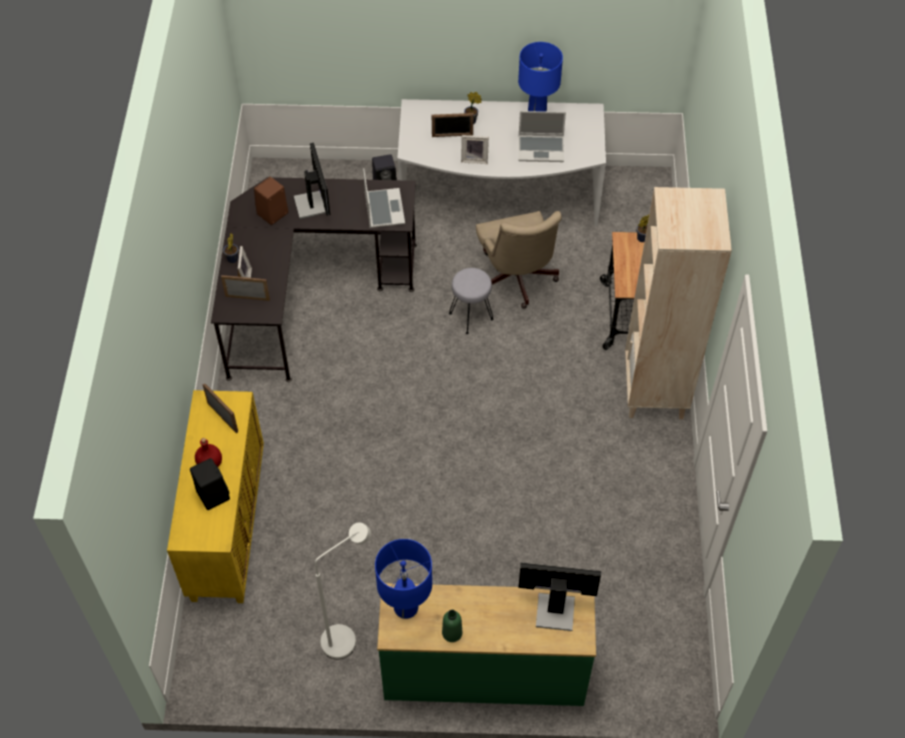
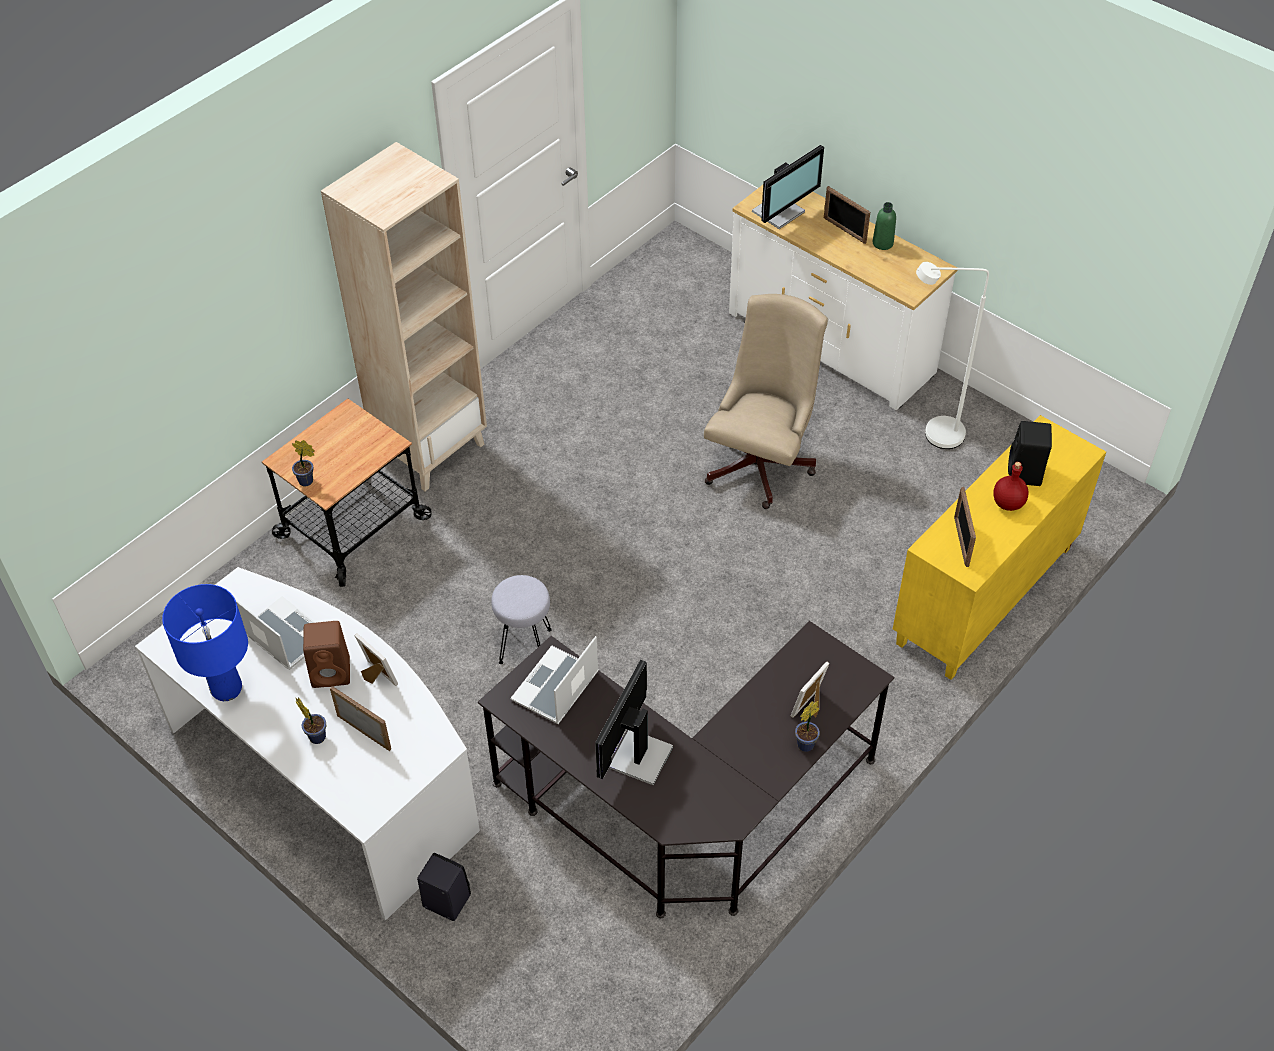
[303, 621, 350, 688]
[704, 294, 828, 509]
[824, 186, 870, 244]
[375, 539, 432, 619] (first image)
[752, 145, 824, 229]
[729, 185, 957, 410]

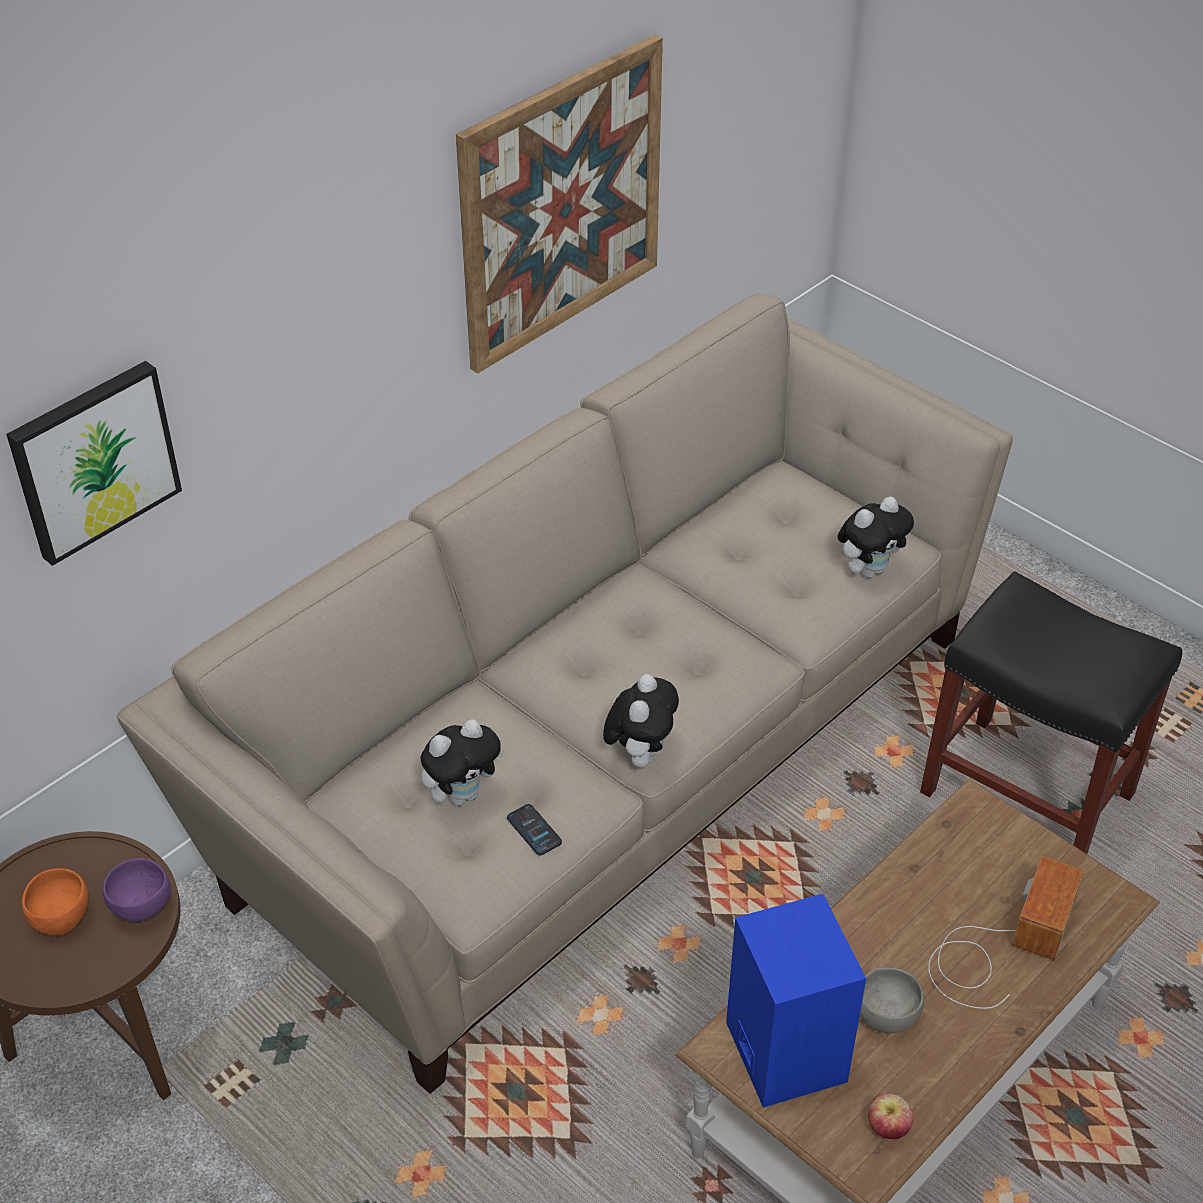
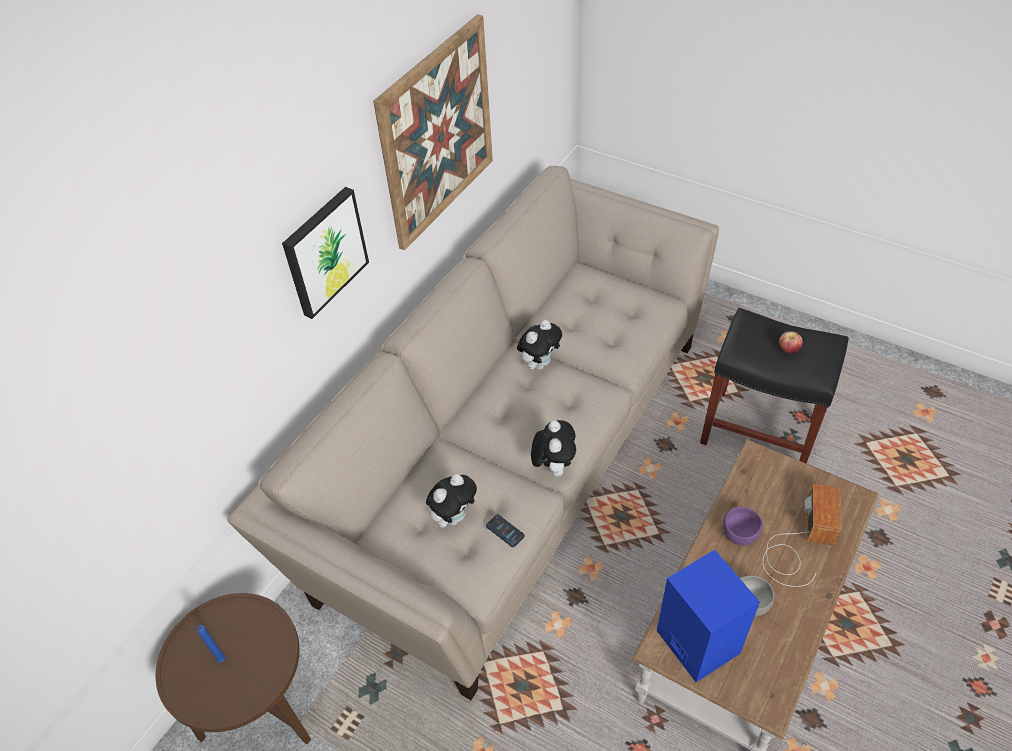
[282, 187, 369, 319]
[517, 320, 562, 370]
[723, 507, 763, 545]
[196, 625, 225, 662]
[779, 331, 803, 353]

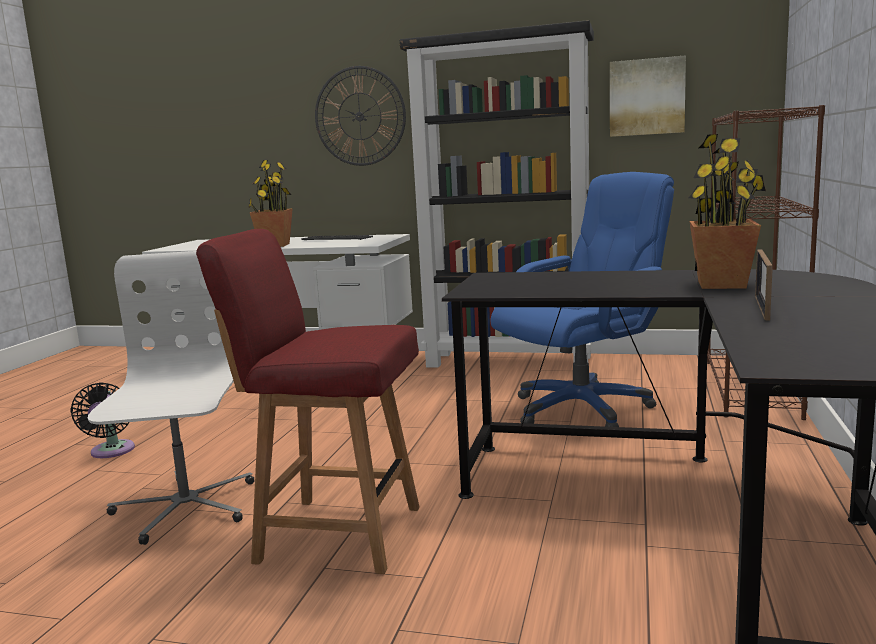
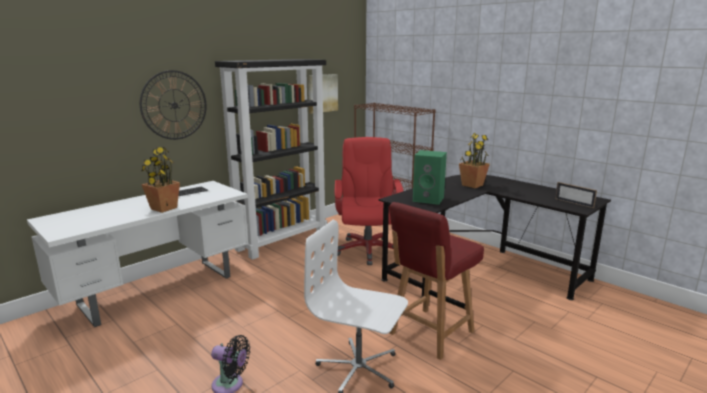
[335, 137, 403, 265]
[555, 182, 597, 208]
[413, 150, 447, 205]

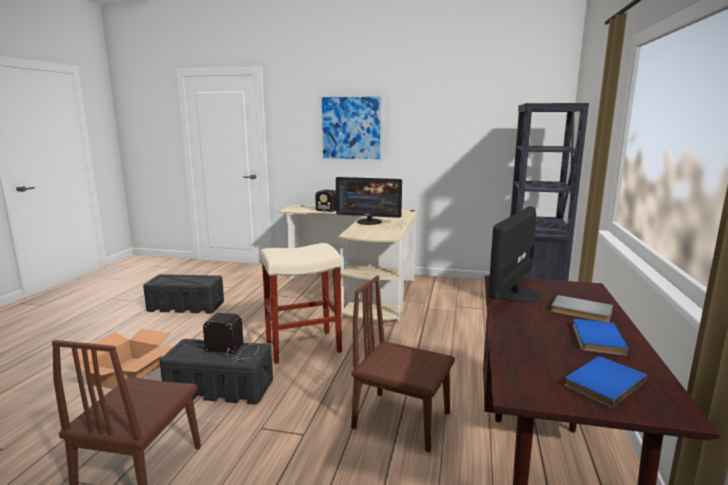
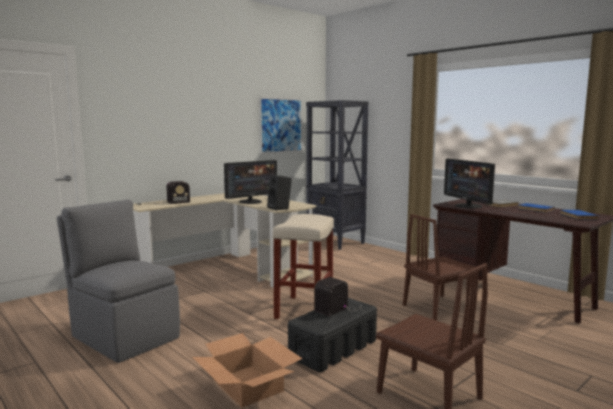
[259, 96, 302, 154]
[57, 200, 180, 363]
[267, 175, 292, 210]

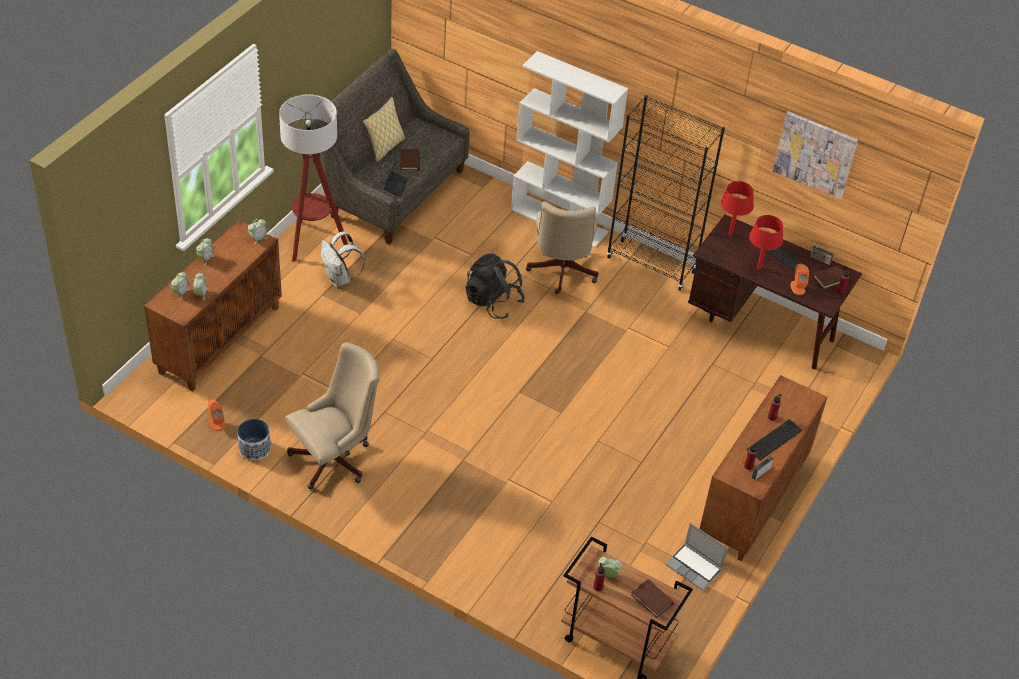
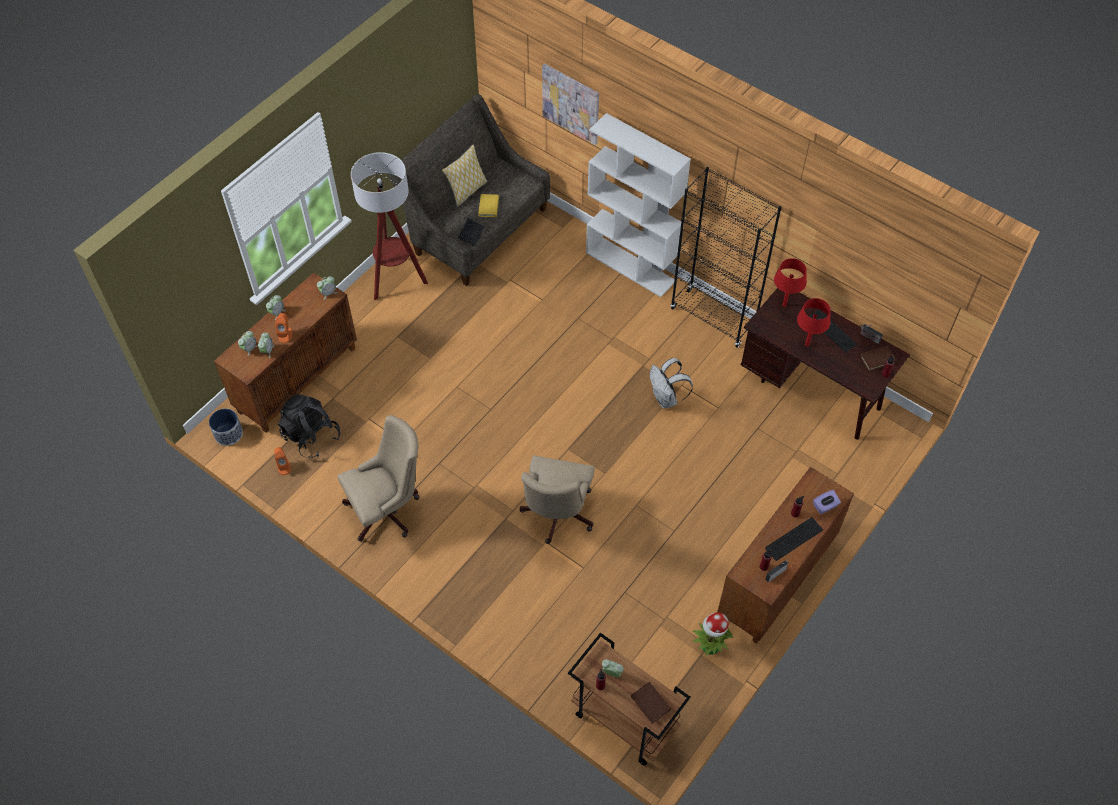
[542, 64, 599, 145]
[478, 194, 499, 217]
[519, 455, 594, 544]
[650, 358, 693, 409]
[278, 394, 340, 458]
[275, 313, 292, 343]
[209, 409, 243, 446]
[692, 612, 733, 657]
[813, 490, 841, 514]

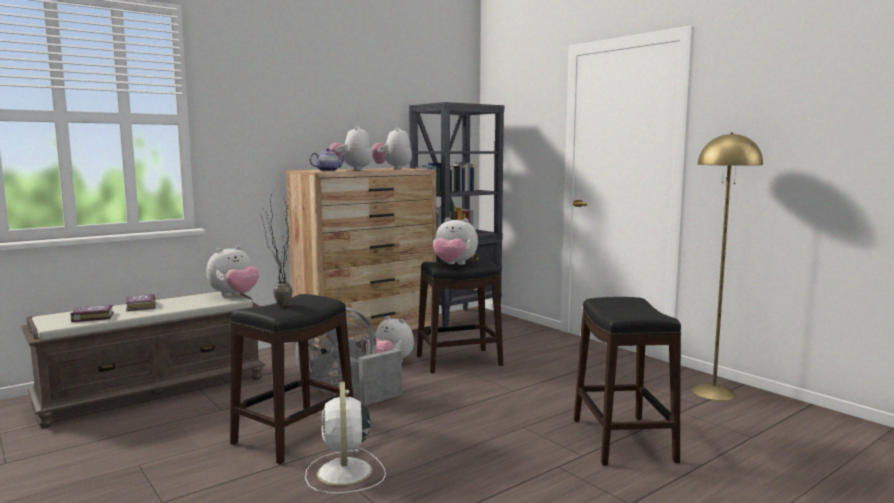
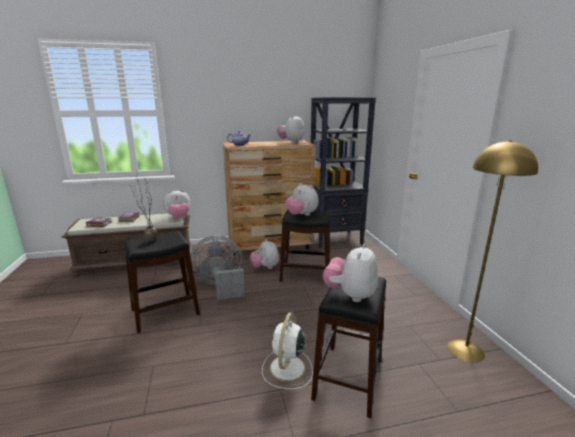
[322, 244, 378, 302]
[262, 312, 313, 389]

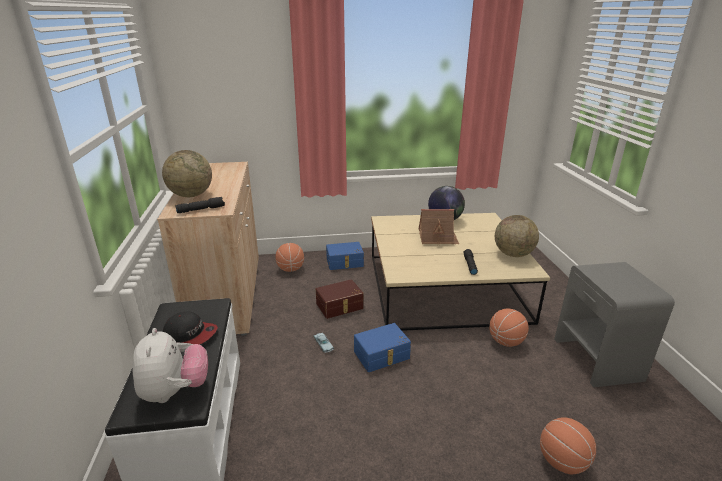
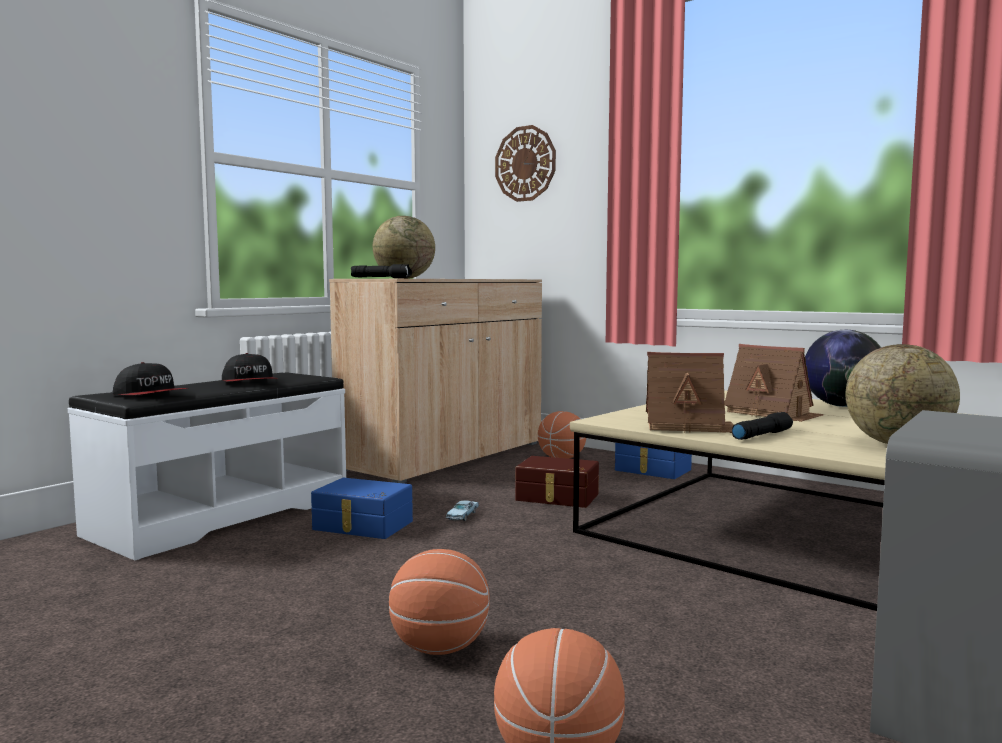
[389, 549, 490, 655]
[311, 478, 413, 539]
[113, 362, 189, 395]
[495, 125, 556, 202]
[646, 352, 734, 433]

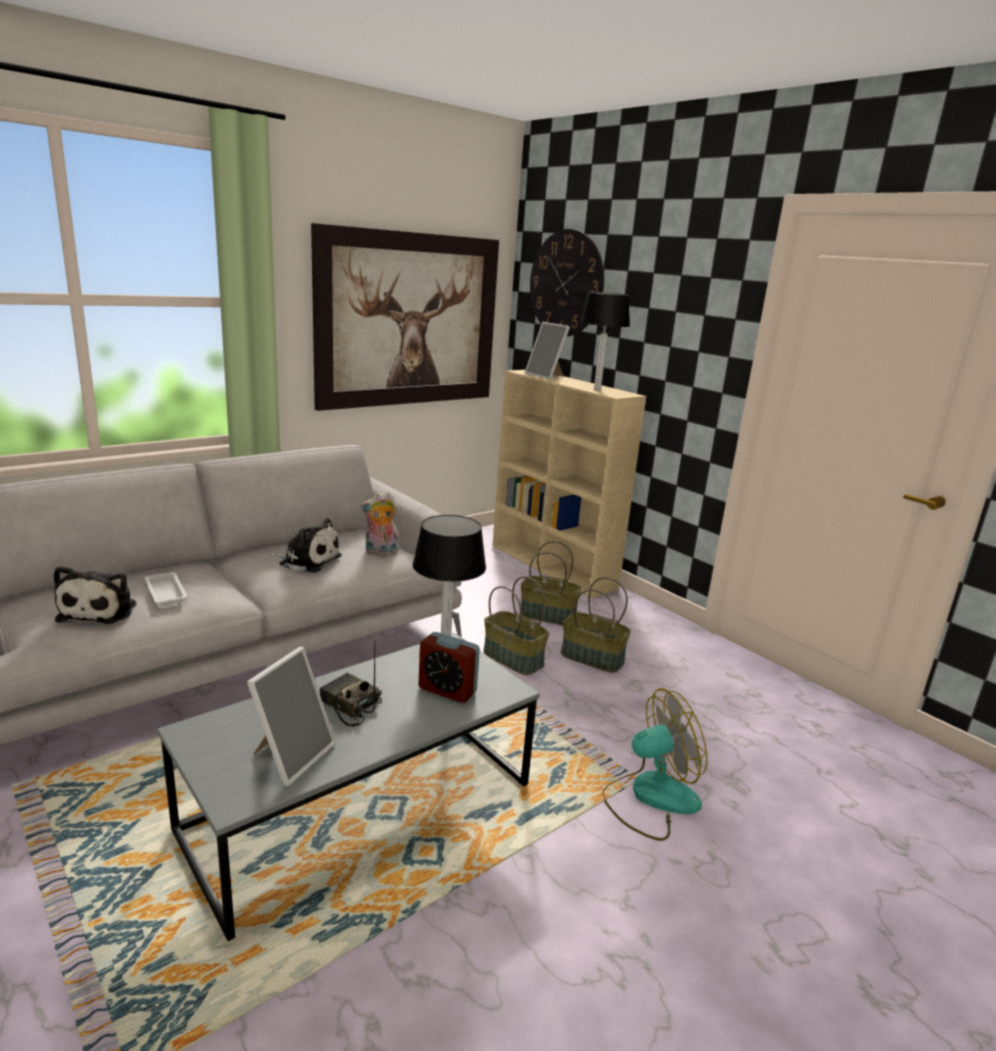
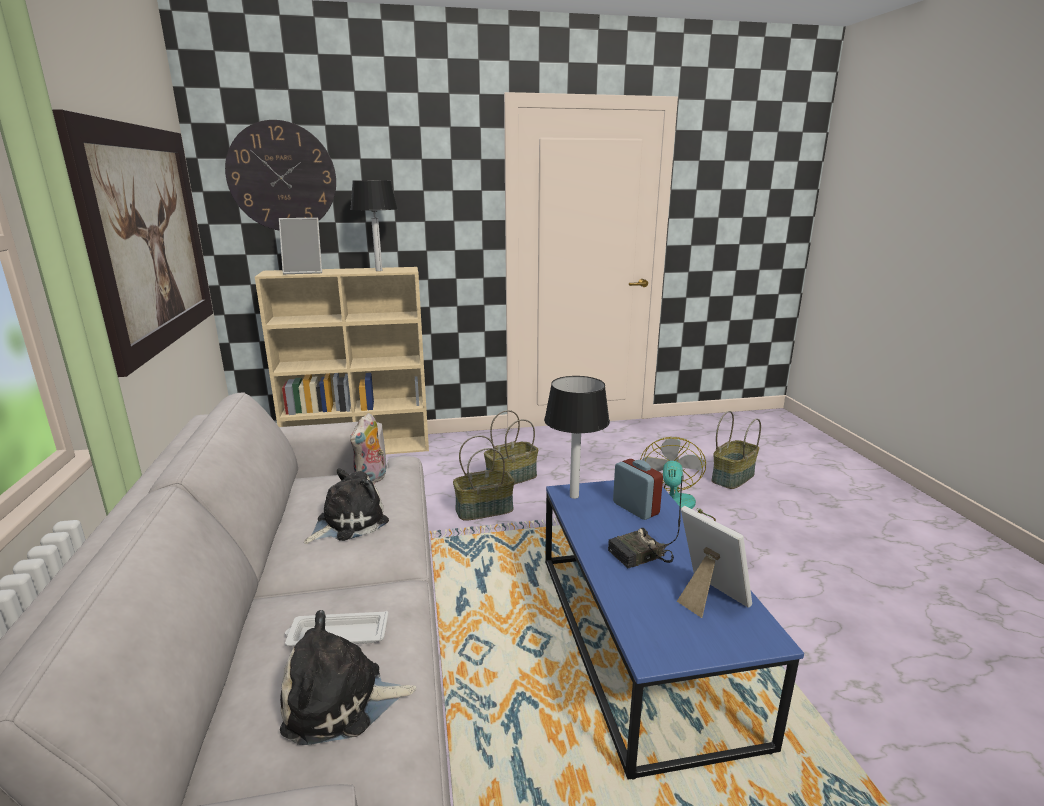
[711, 411, 761, 489]
[280, 610, 416, 745]
[613, 459, 663, 520]
[545, 480, 804, 780]

